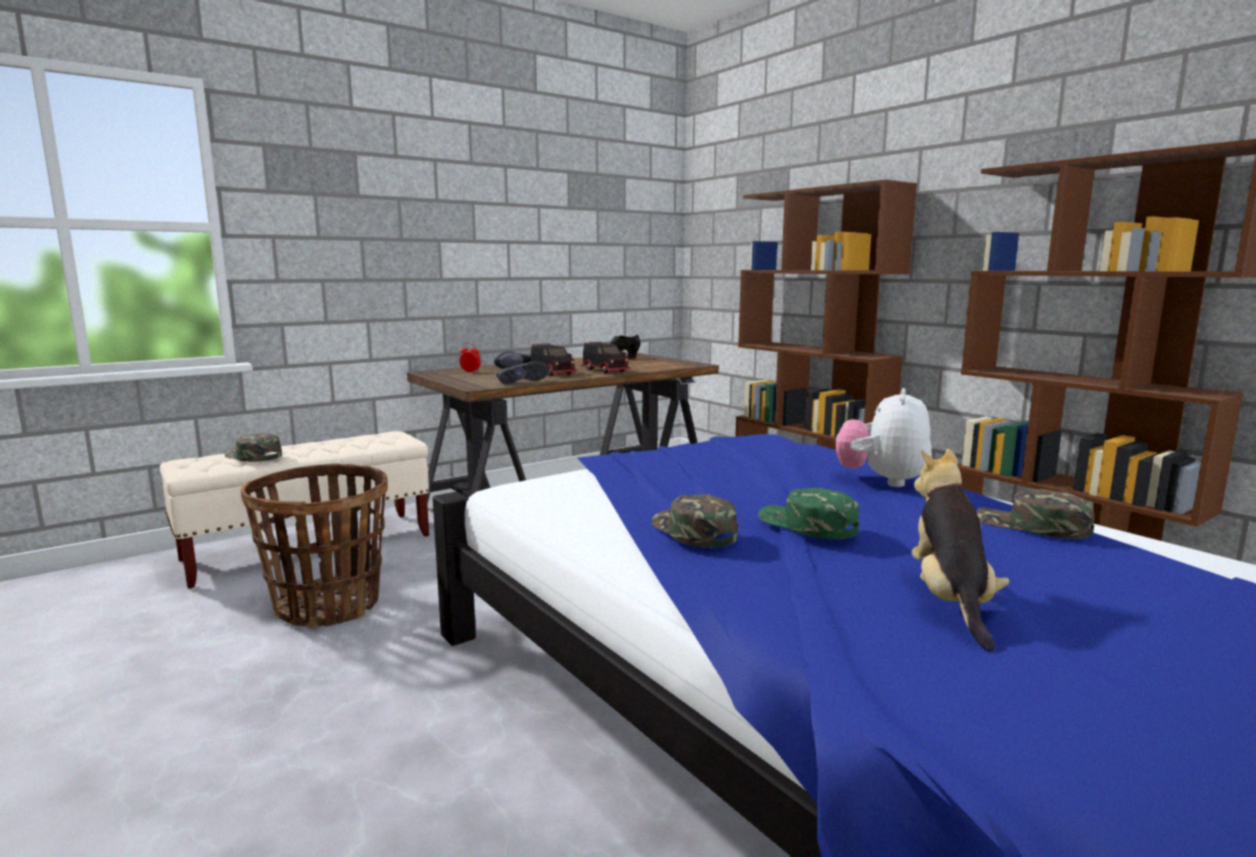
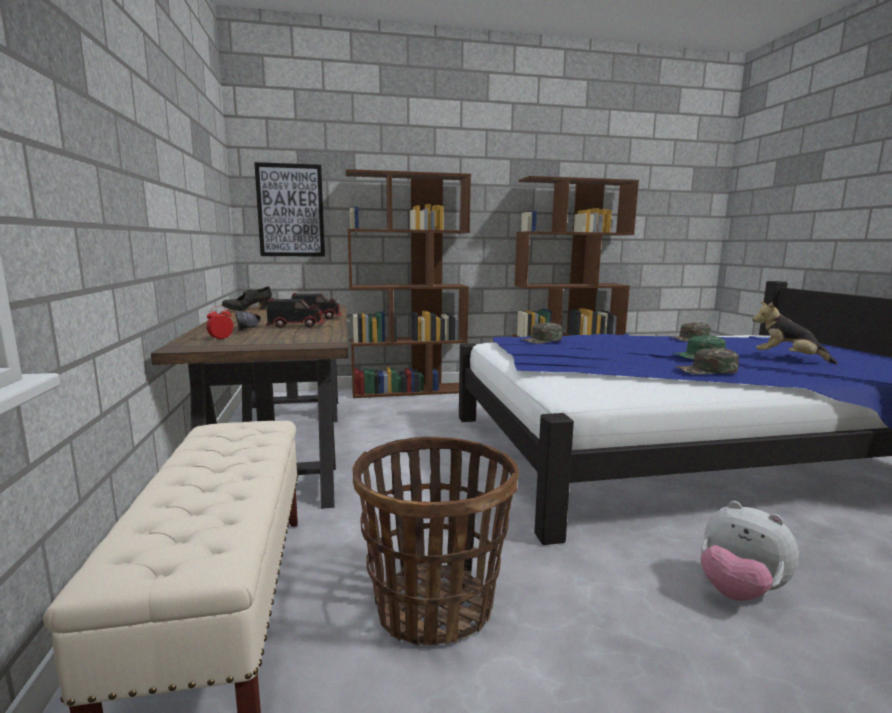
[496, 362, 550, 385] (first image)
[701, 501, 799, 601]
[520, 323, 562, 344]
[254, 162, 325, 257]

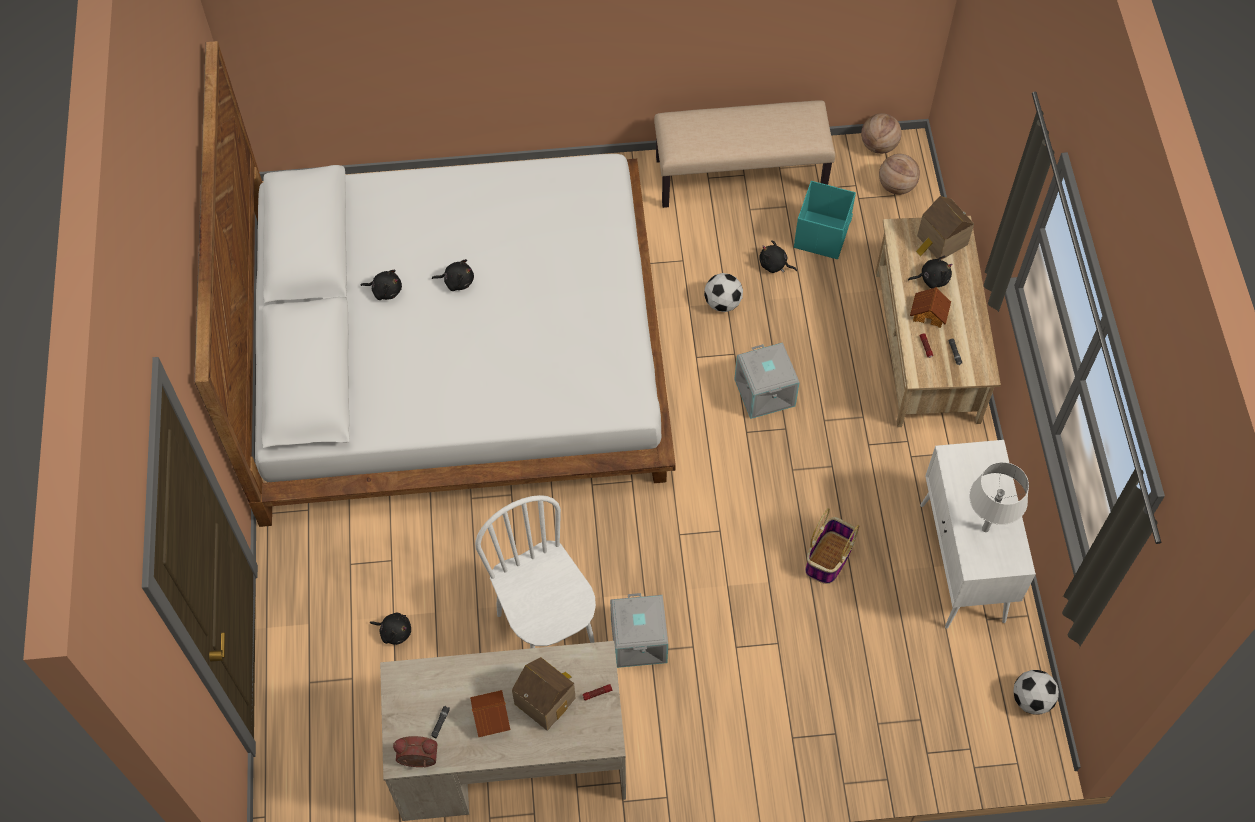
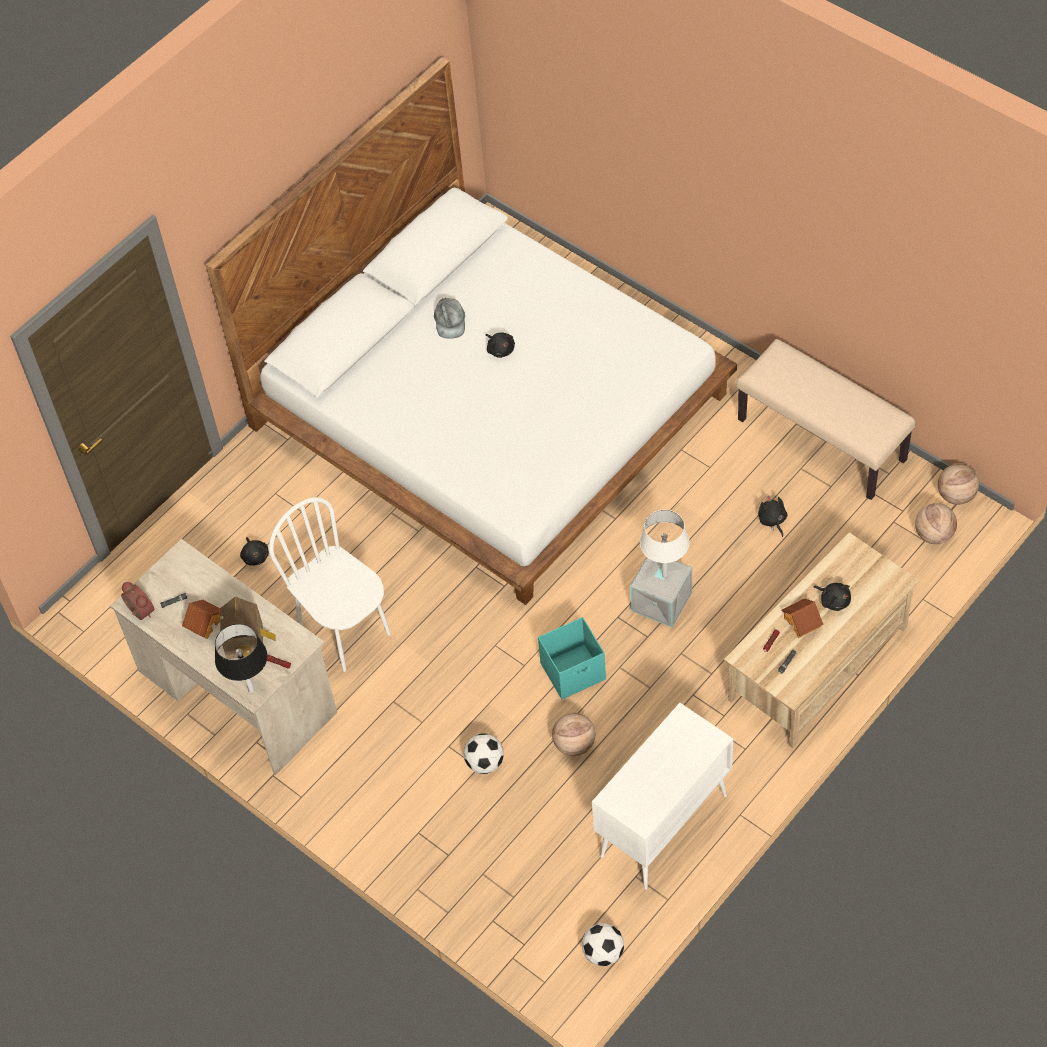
[538, 617, 606, 699]
[916, 196, 974, 260] (first image)
[434, 298, 465, 339]
[464, 733, 504, 774]
[640, 510, 689, 578]
[269, 497, 391, 672]
[552, 713, 595, 756]
[610, 593, 668, 668] (first image)
[215, 624, 267, 693]

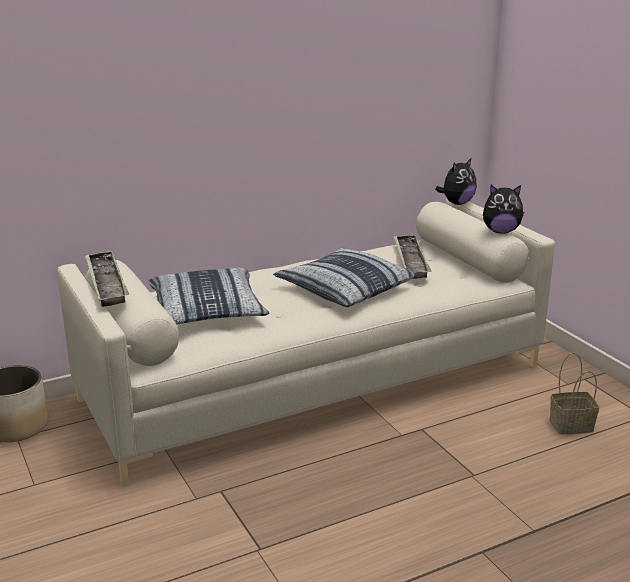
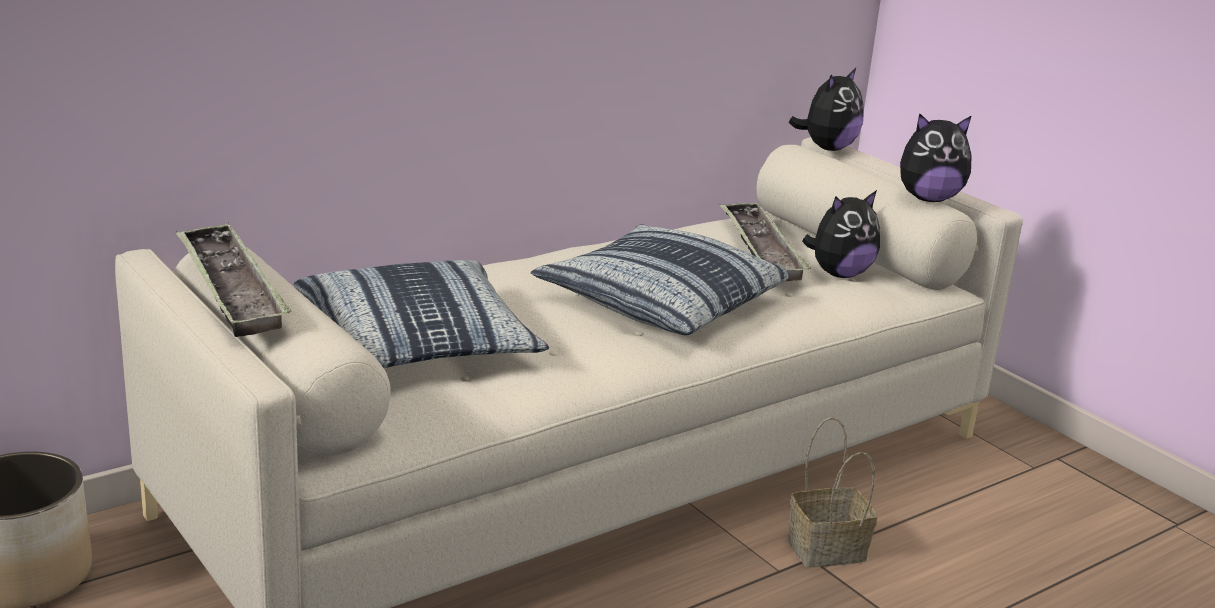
[788, 417, 878, 567]
[802, 190, 880, 278]

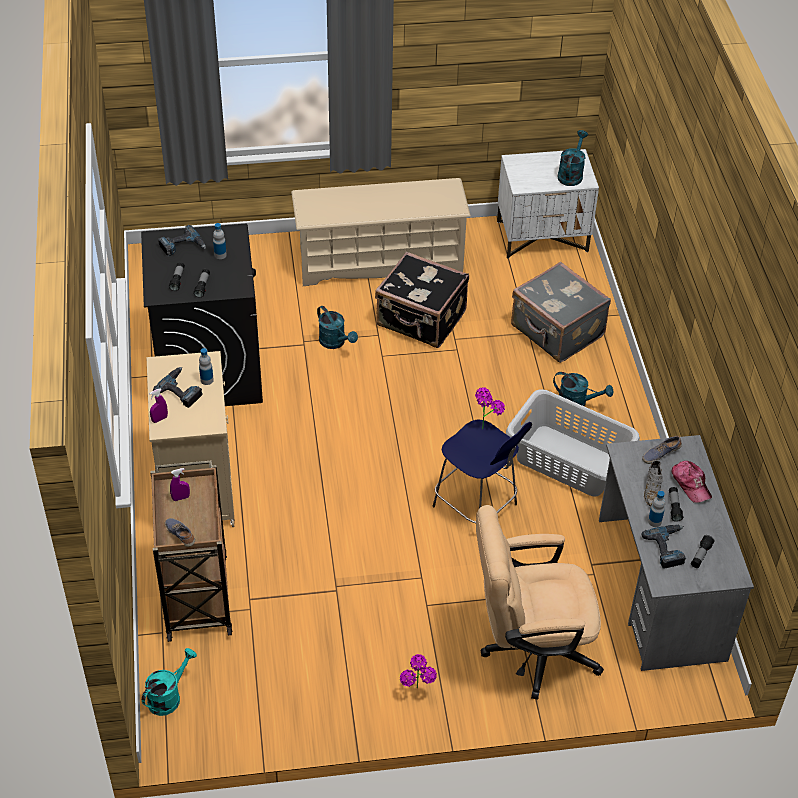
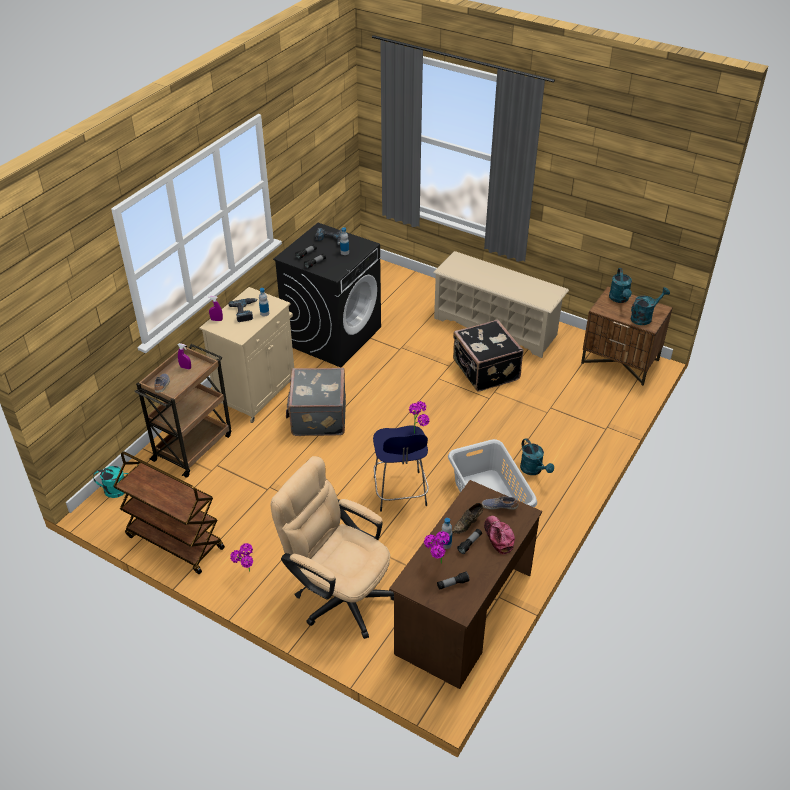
[581, 287, 673, 386]
[286, 368, 346, 436]
[609, 268, 632, 303]
[389, 480, 542, 689]
[452, 503, 483, 534]
[484, 516, 515, 555]
[424, 531, 450, 564]
[113, 451, 225, 574]

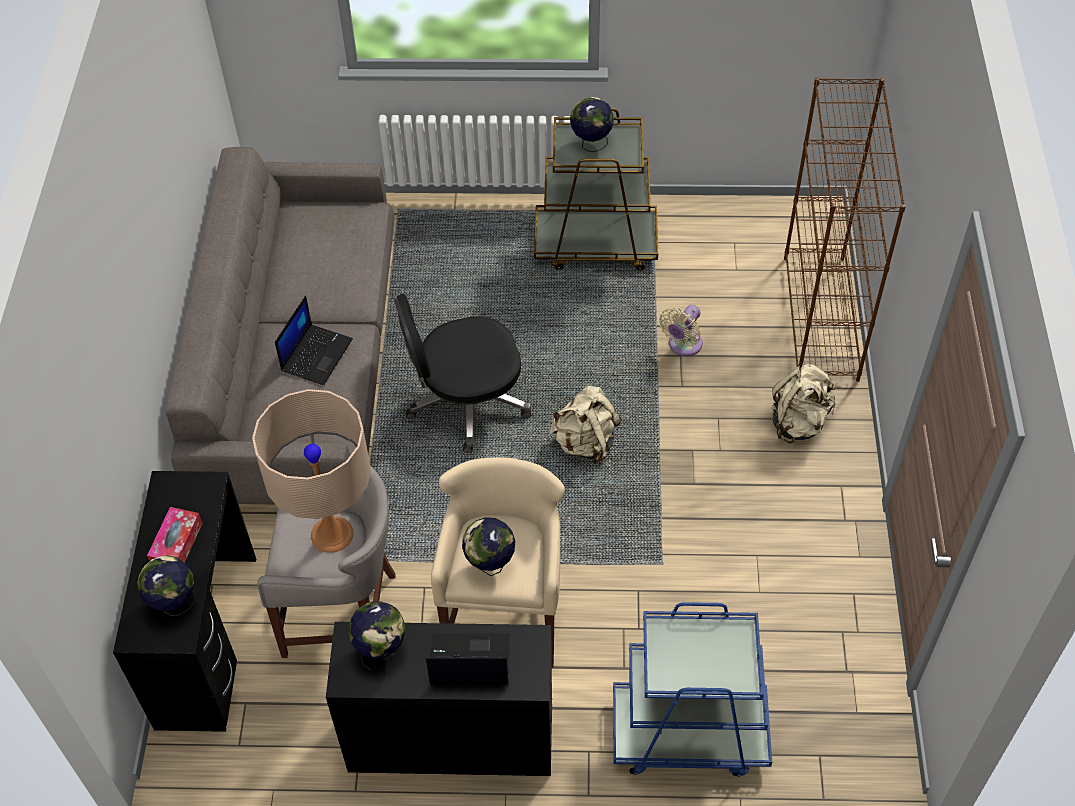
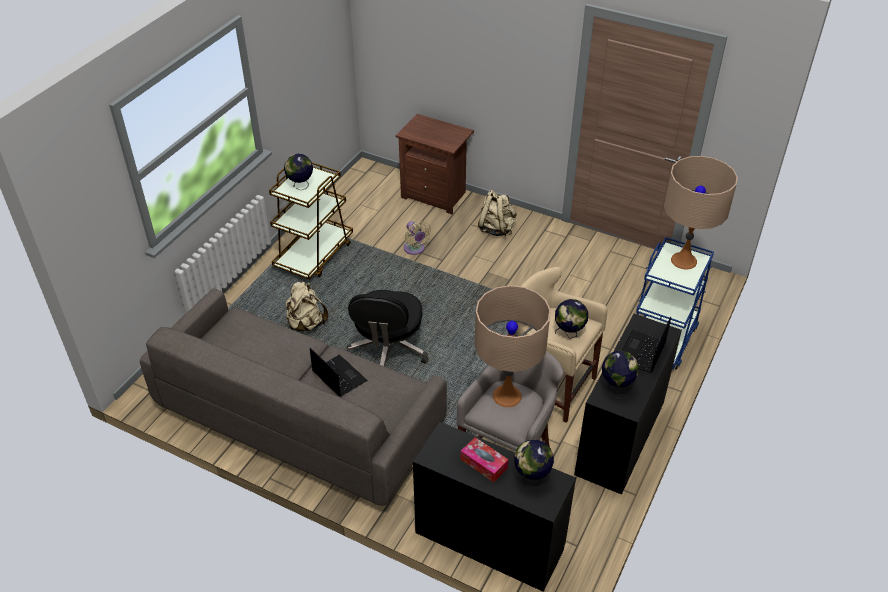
[395, 114, 474, 214]
[285, 281, 328, 331]
[664, 156, 738, 270]

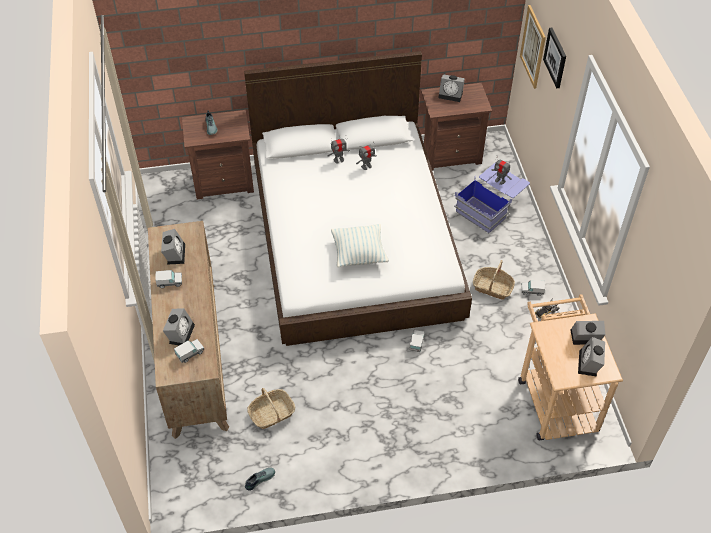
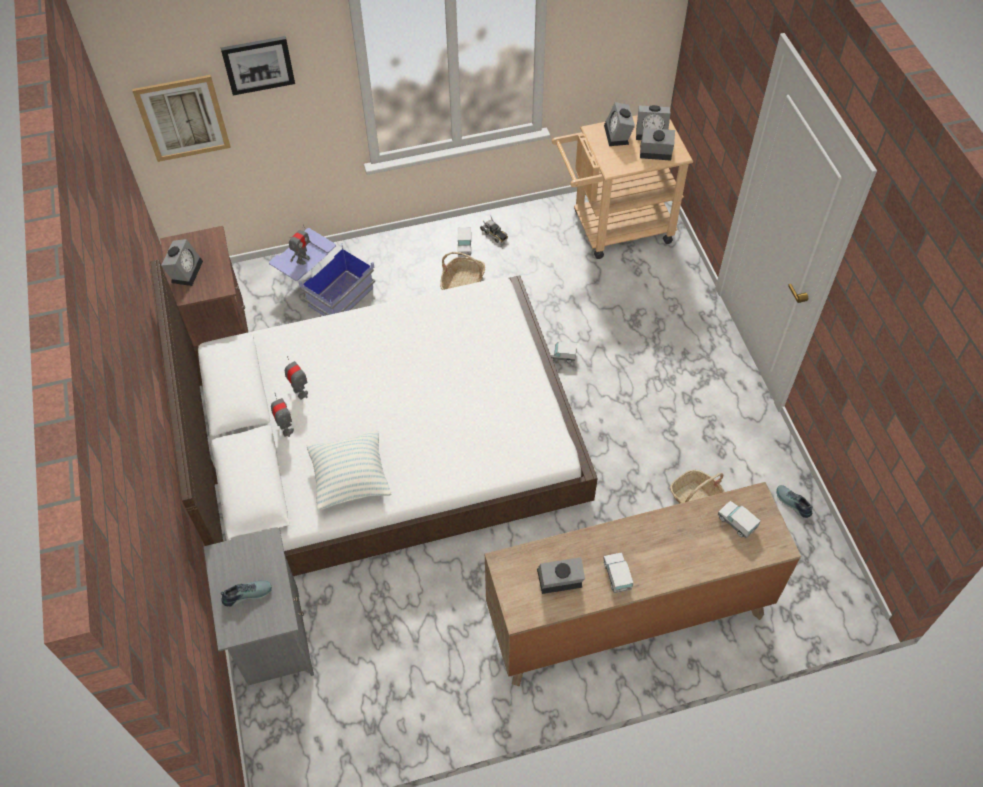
[204, 528, 314, 686]
[307, 430, 392, 510]
[640, 128, 675, 161]

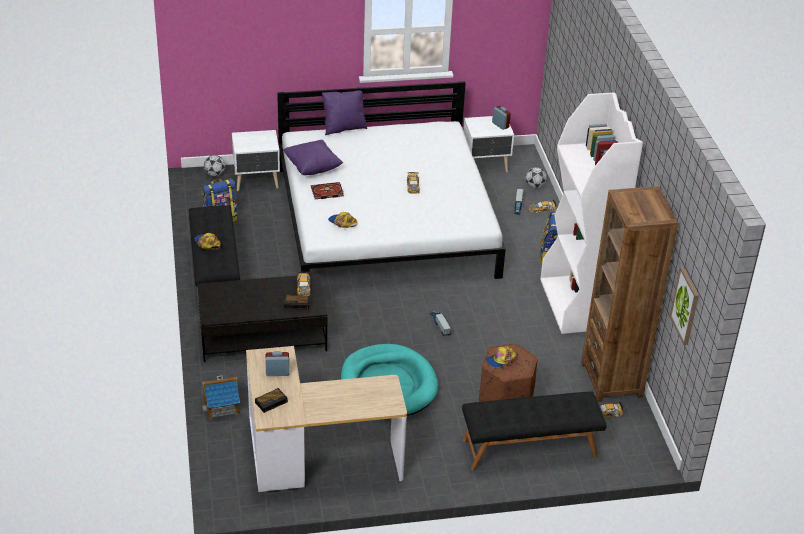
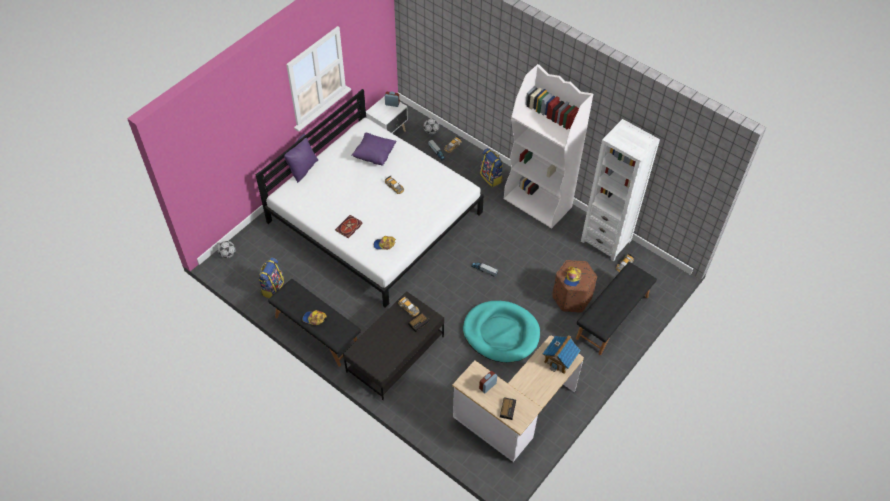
[232, 130, 280, 191] (first image)
[352, 132, 397, 165]
[581, 119, 660, 261]
[670, 267, 699, 345] (first image)
[543, 335, 581, 374]

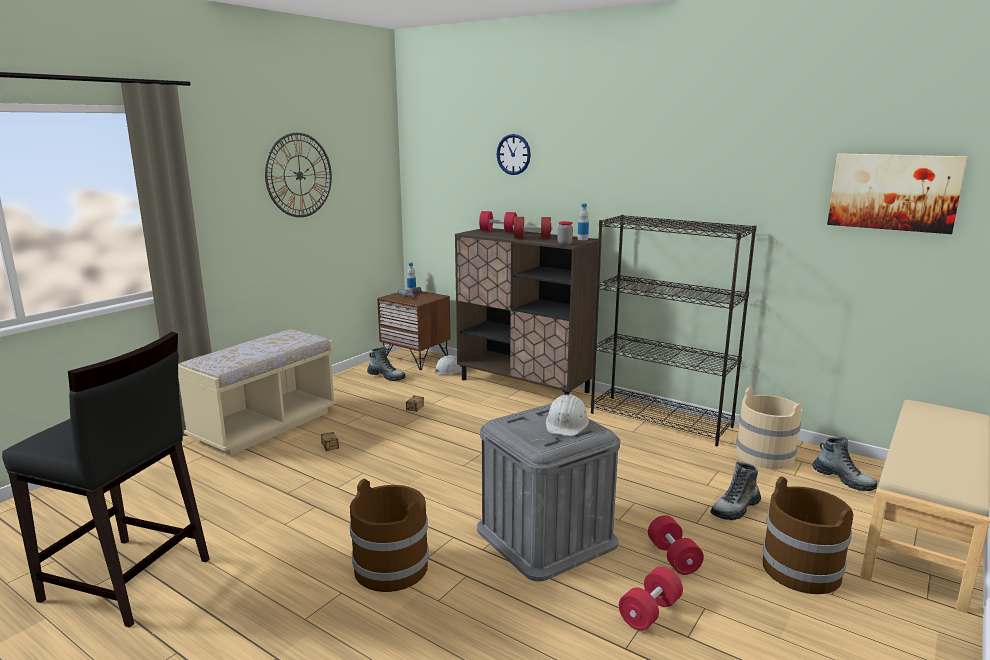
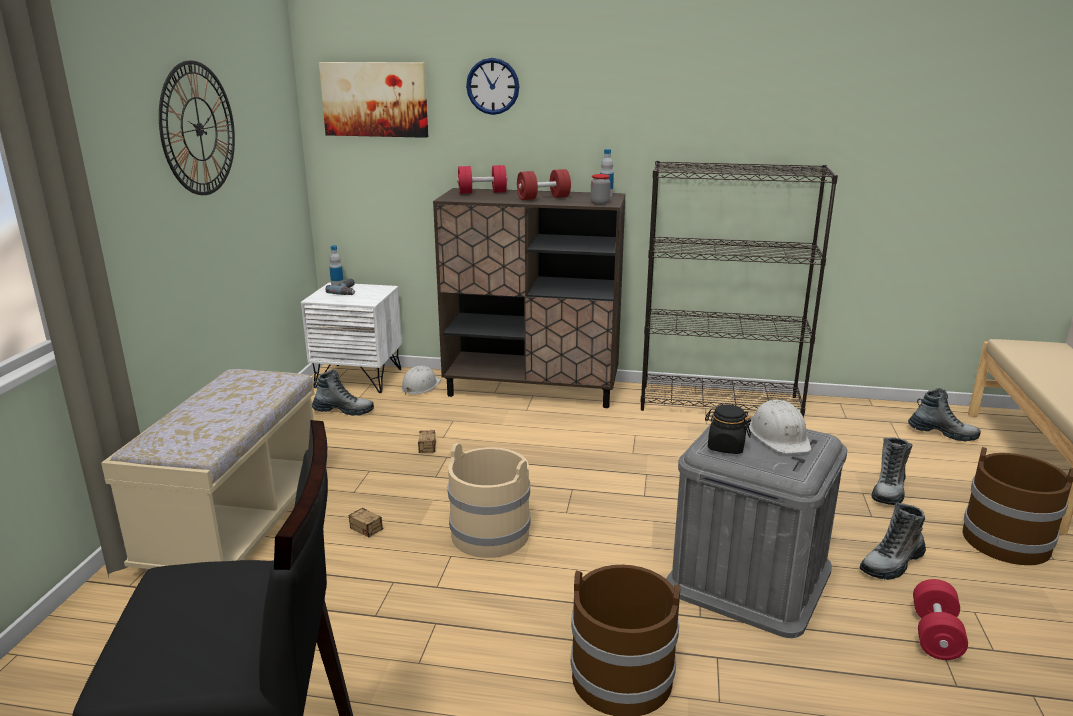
[319, 62, 428, 138]
[301, 282, 402, 393]
[448, 443, 530, 558]
[860, 503, 926, 580]
[705, 404, 751, 454]

